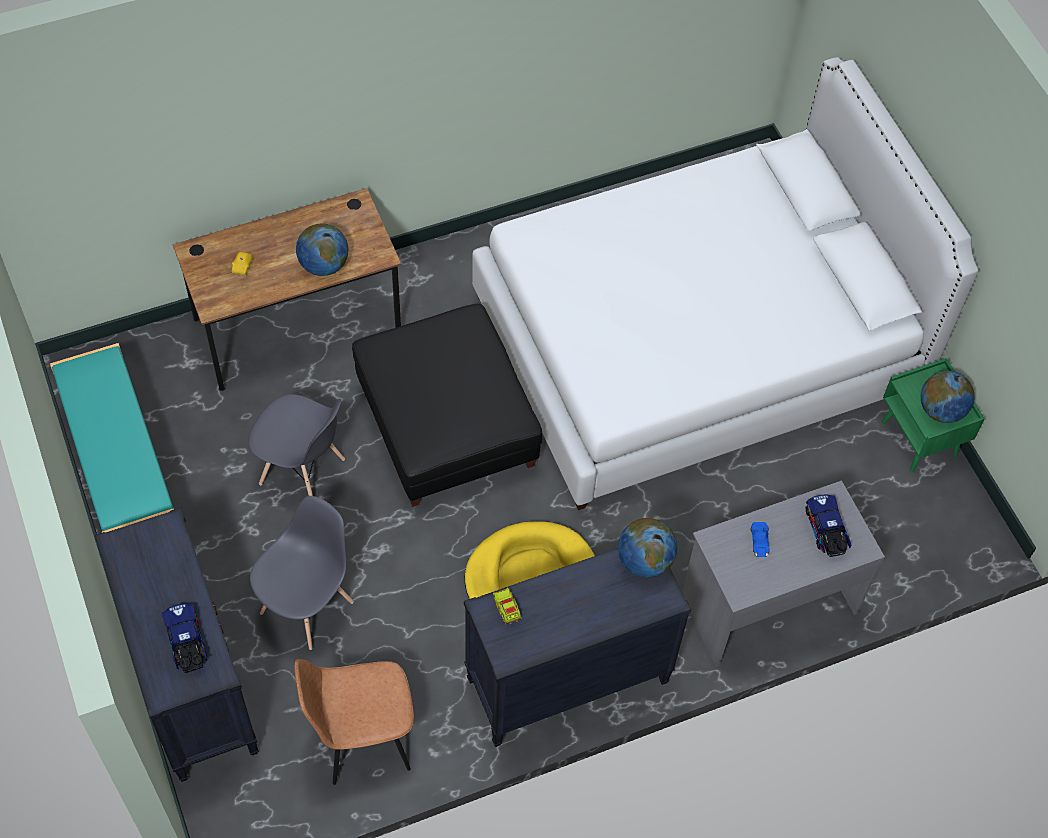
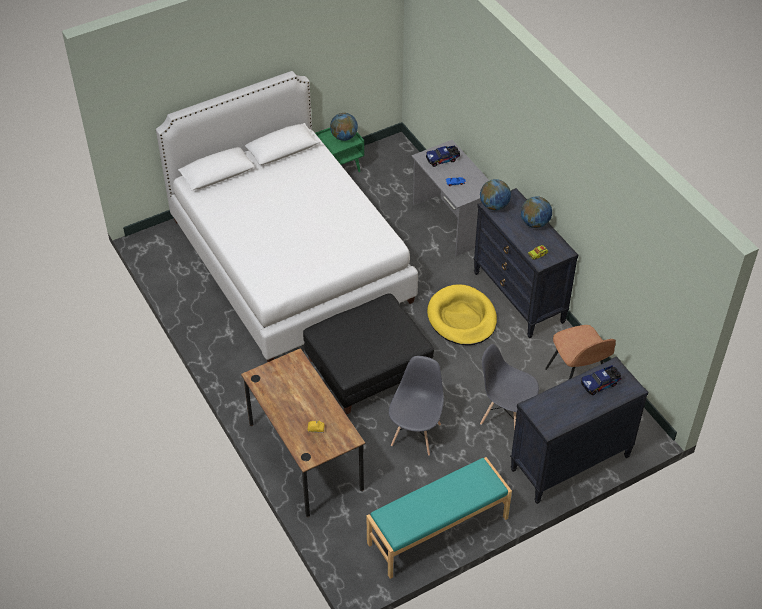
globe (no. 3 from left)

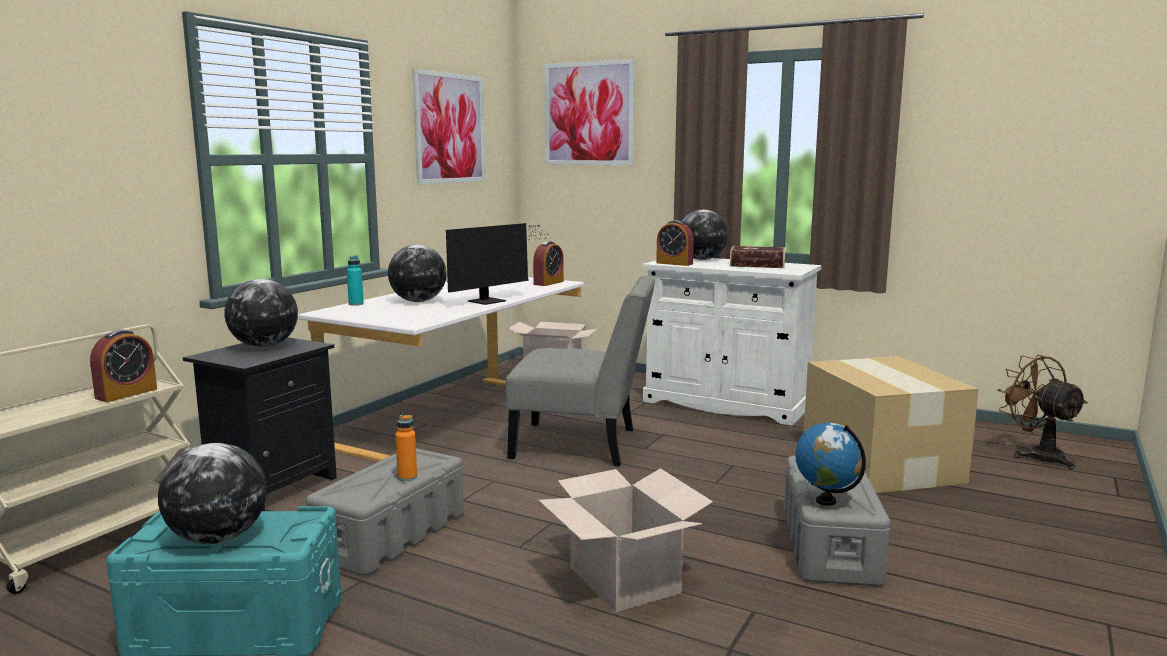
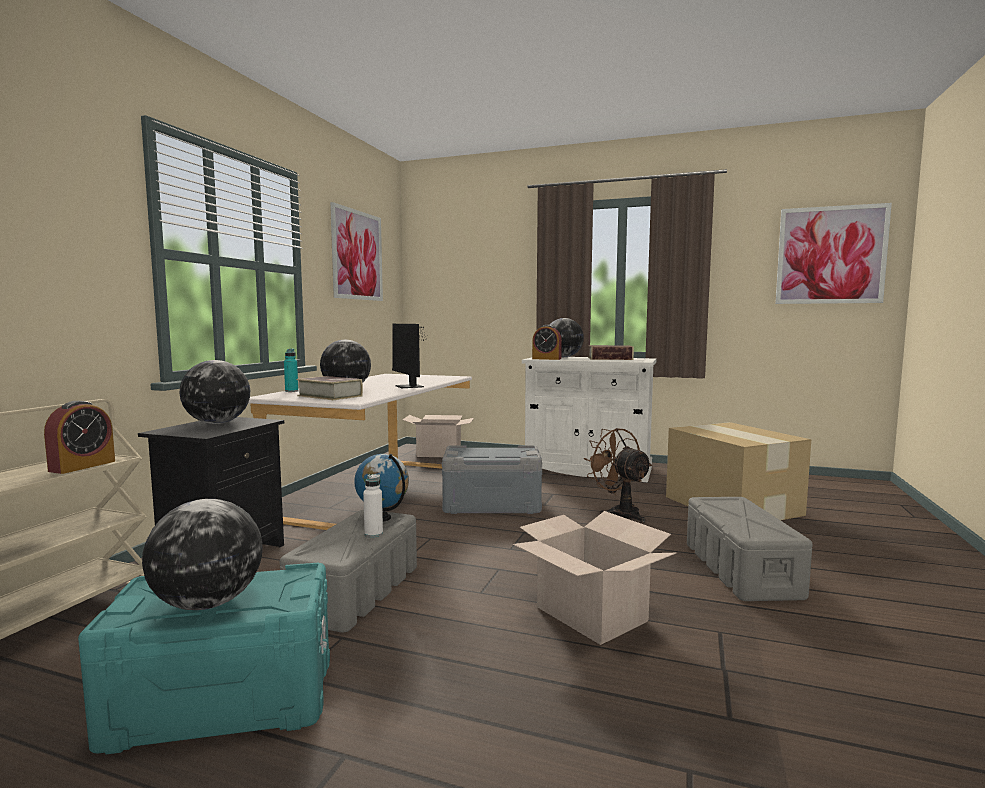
alarm clock (no. 2 from left in the first image); book (no. 1 from left); picture (no. 2 from left); globe (no. 4 from left); fan in brown; storage box in grey (no. 2 from left); bottle in white; monitor

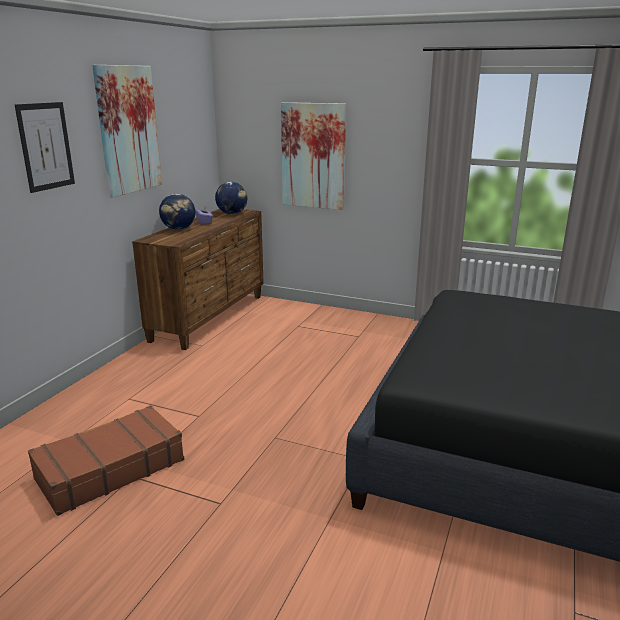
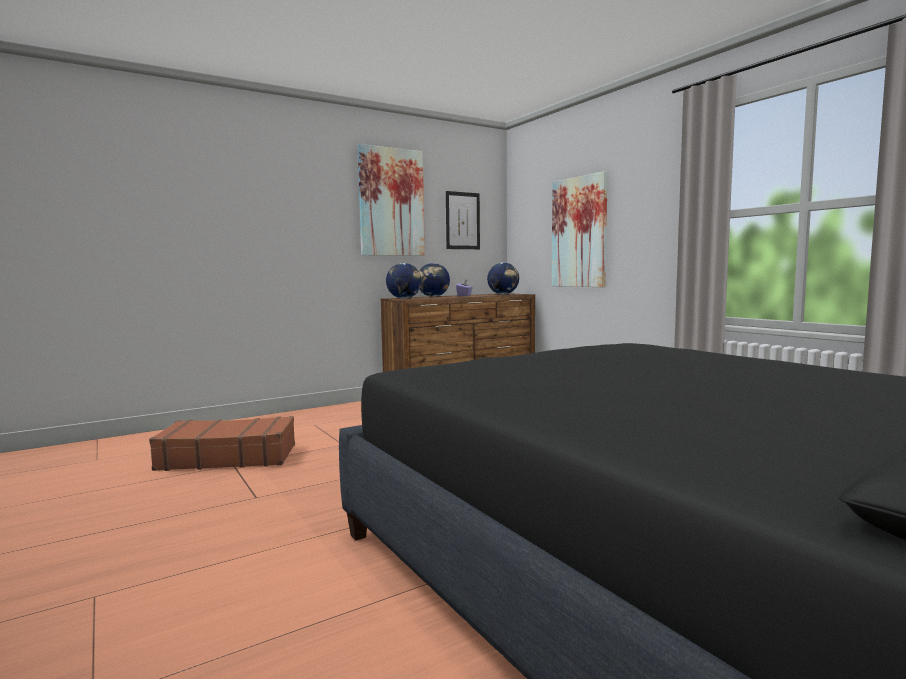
globe (no. 1 from left); picture (no. 2 from left)

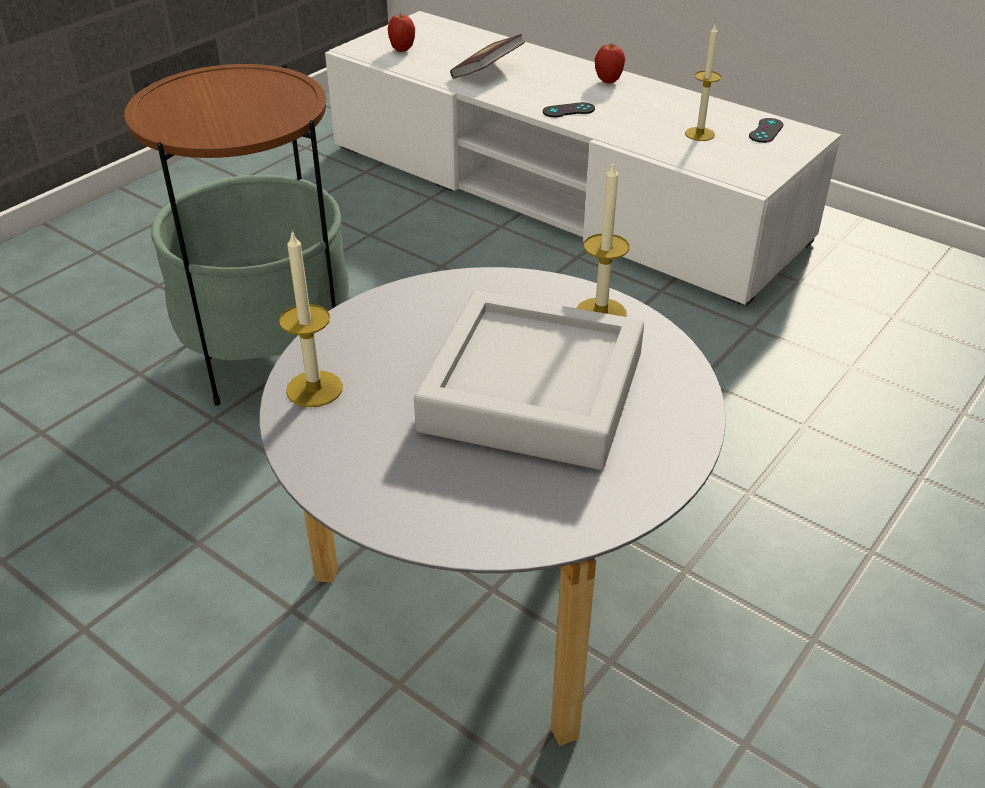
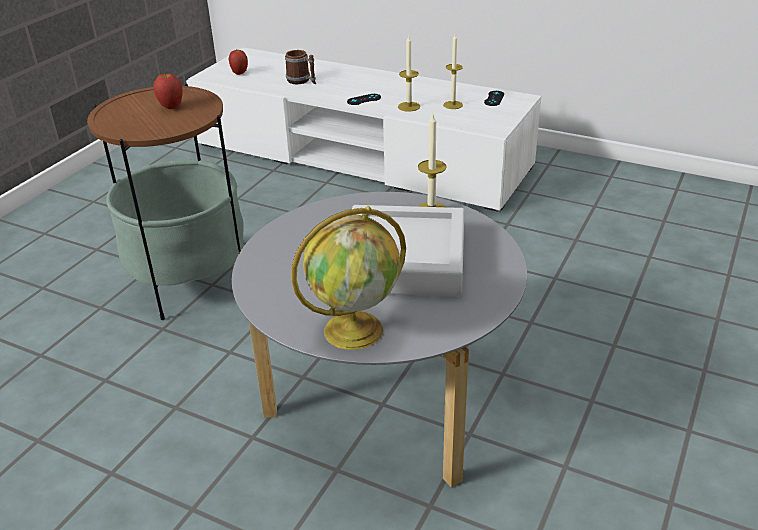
globe; candle (no. 1 from left); apple (no. 1 from left); mug

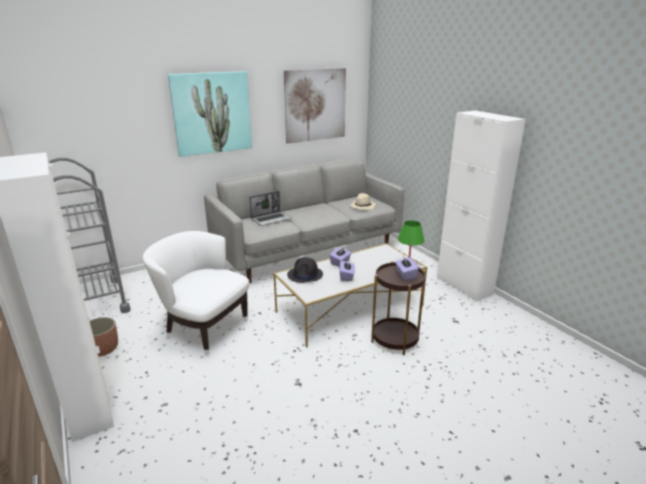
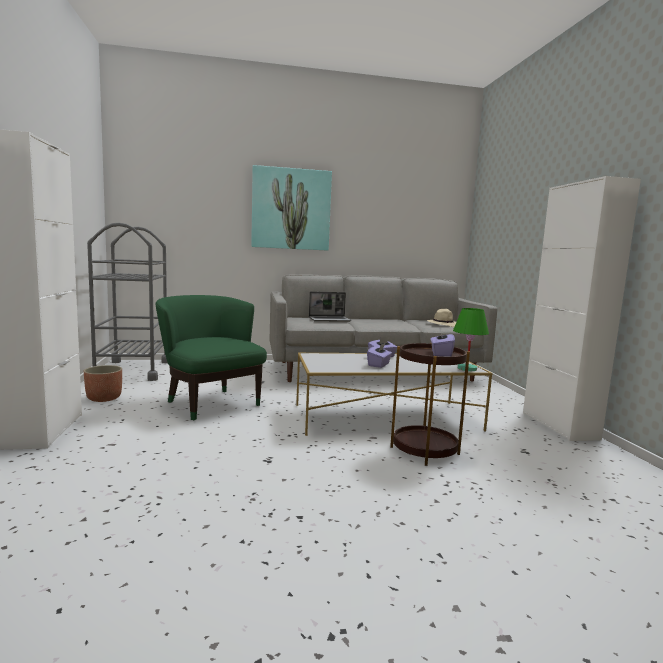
picture (no. 2 from left in the first image); hat in black; armchair in green

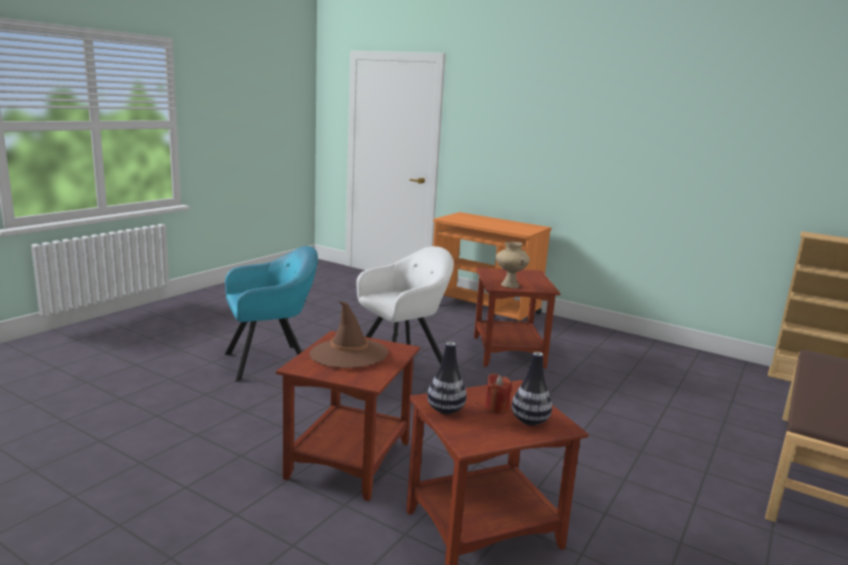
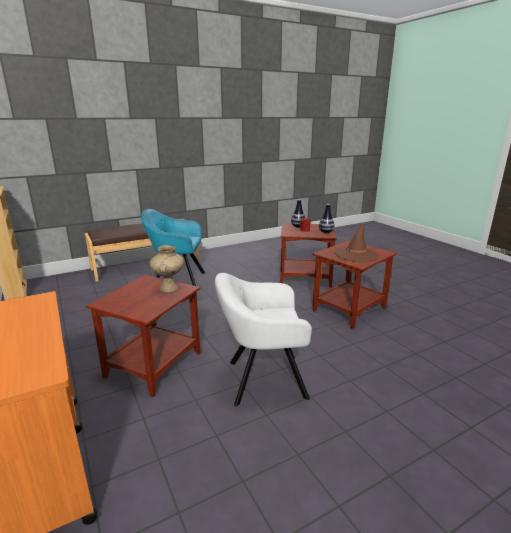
armchair in turquoise

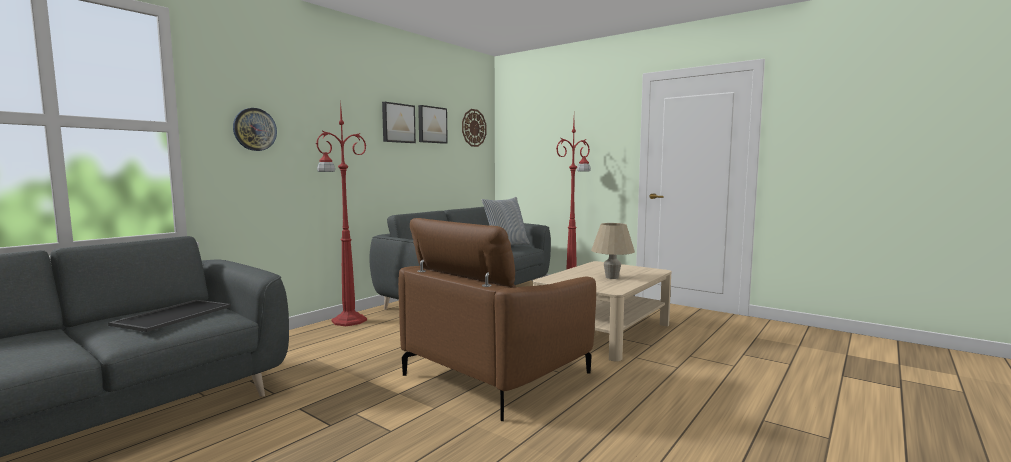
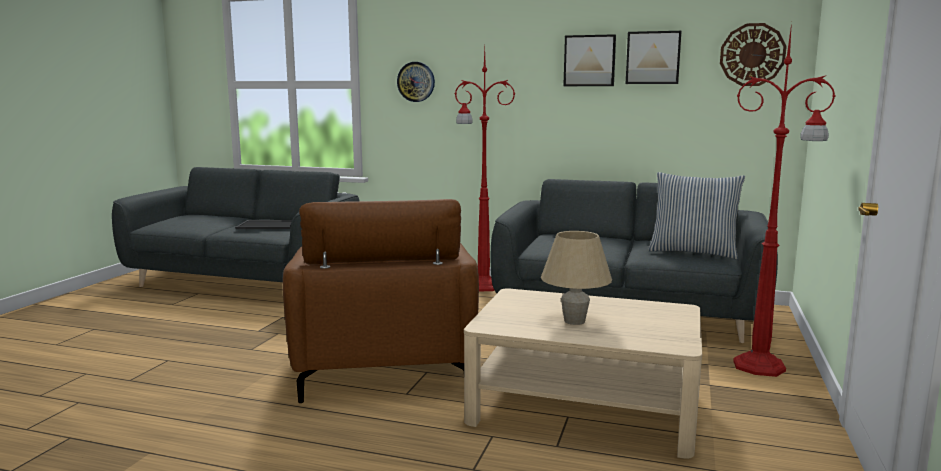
armchair in brown

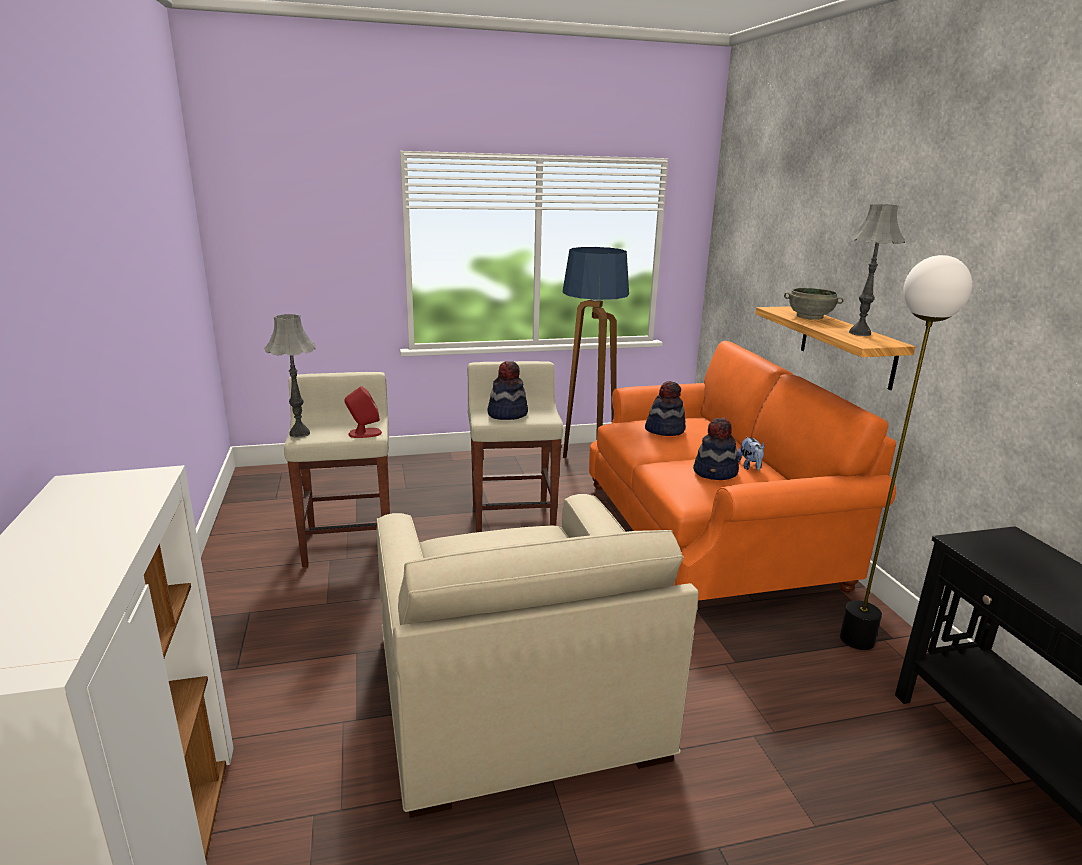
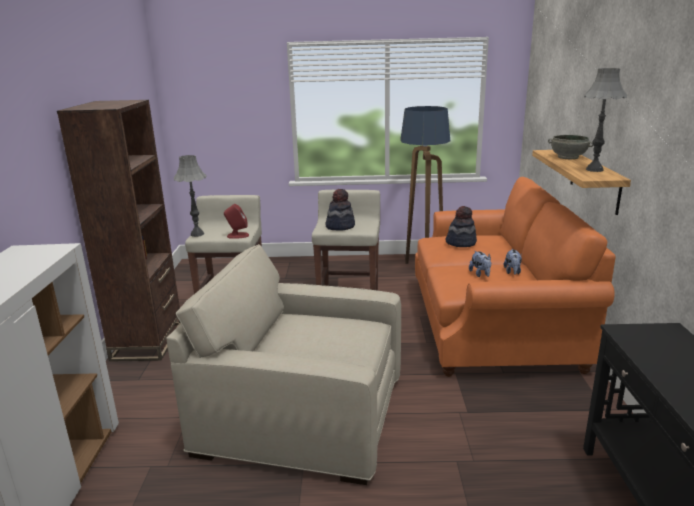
floor lamp (no. 2 from left in the first image); bookcase in brown; plush toy (no. 1 from left); armchair in beige

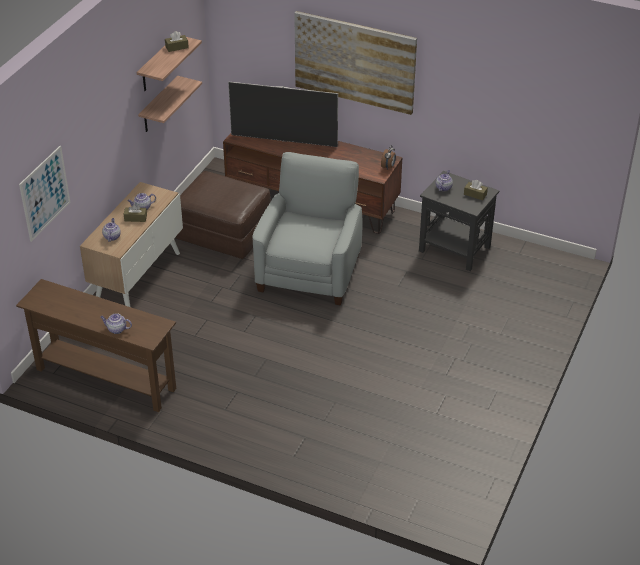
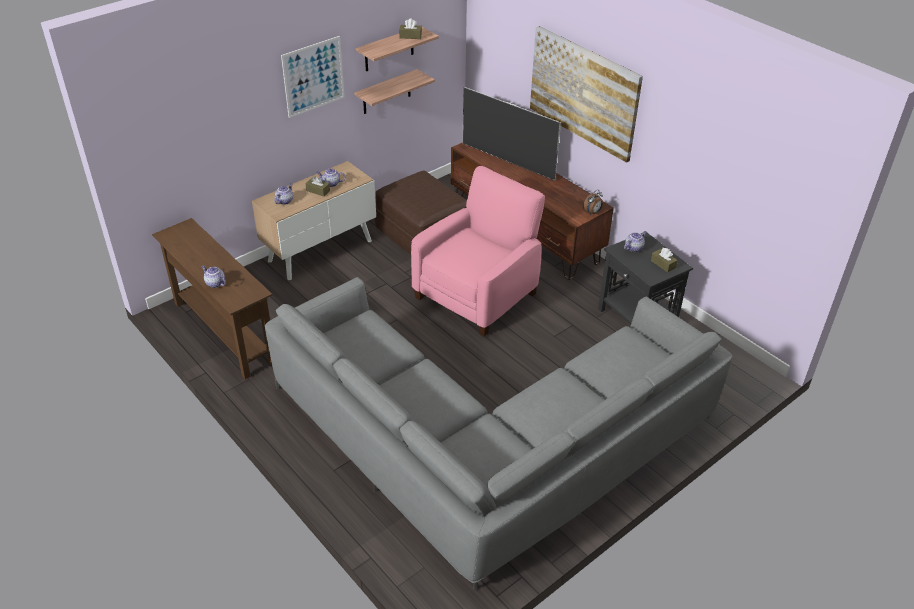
sofa in grey; picture (no. 1 from left); armchair in pink

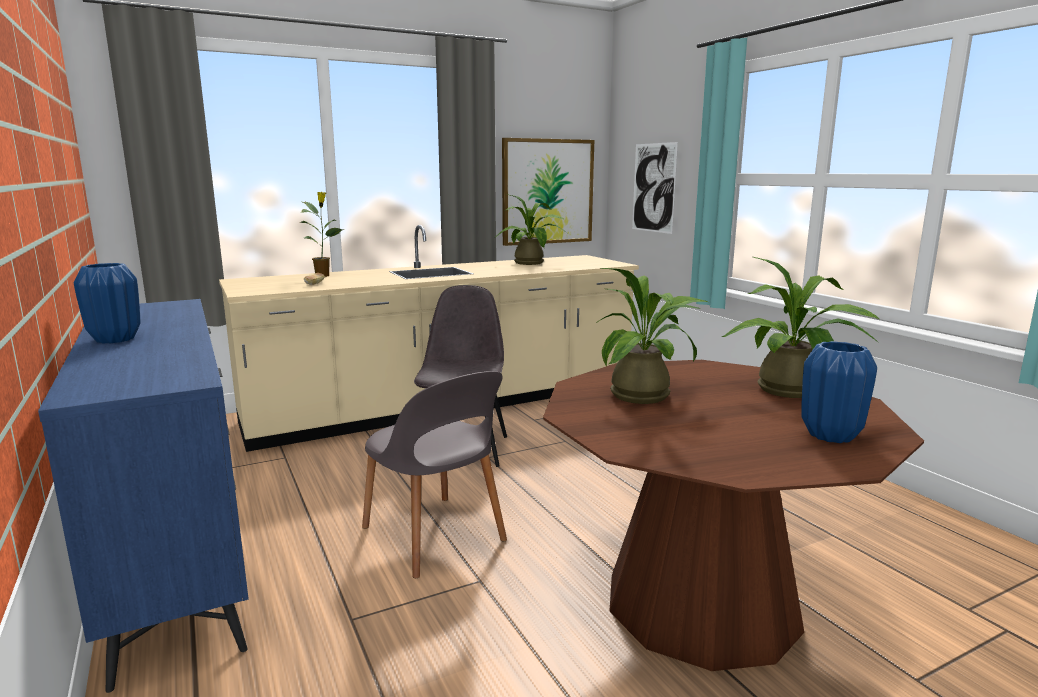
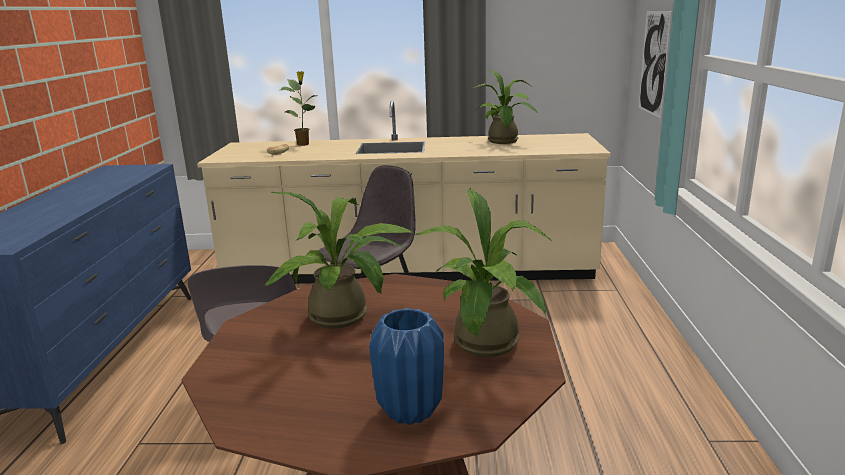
vase in blue (no. 1 from left in the first image); picture (no. 1 from left in the first image)

